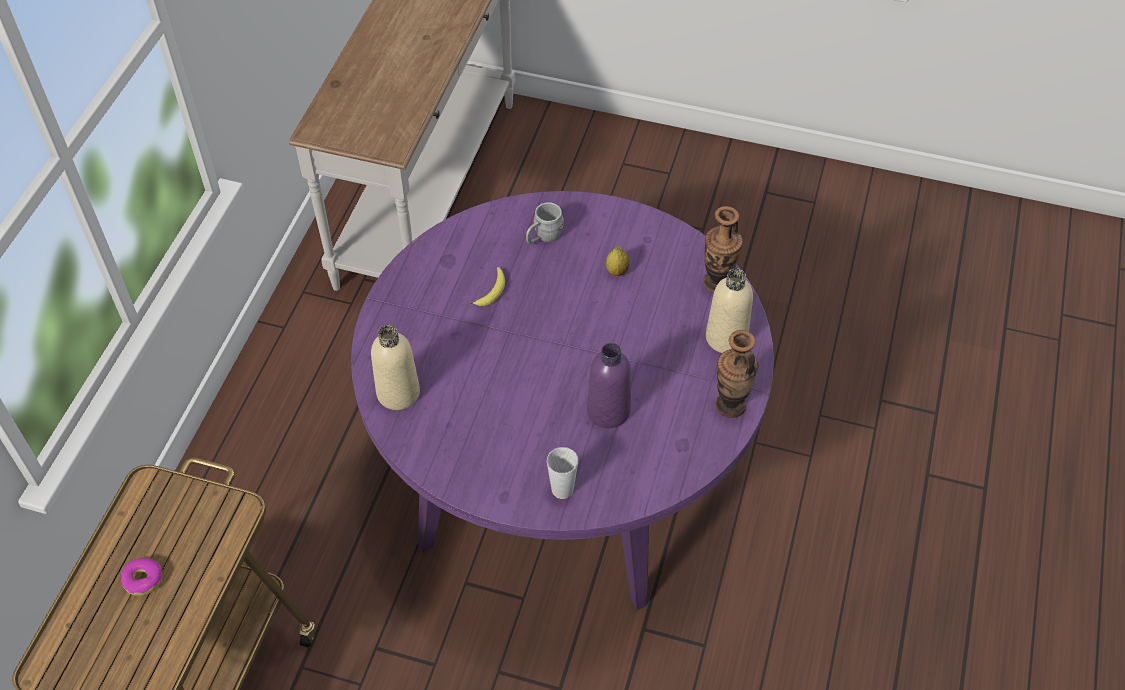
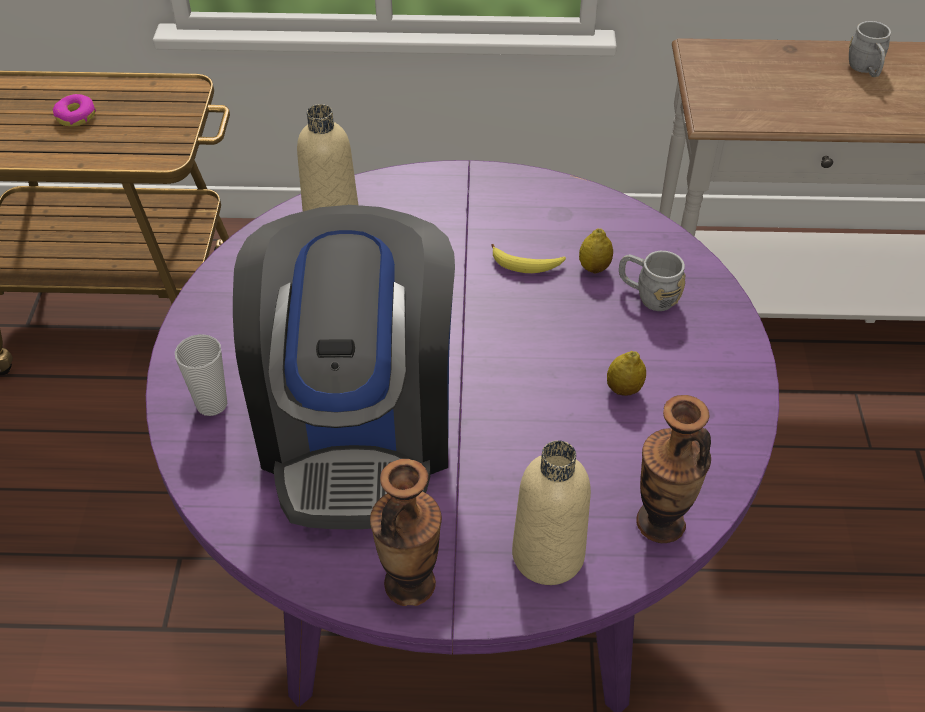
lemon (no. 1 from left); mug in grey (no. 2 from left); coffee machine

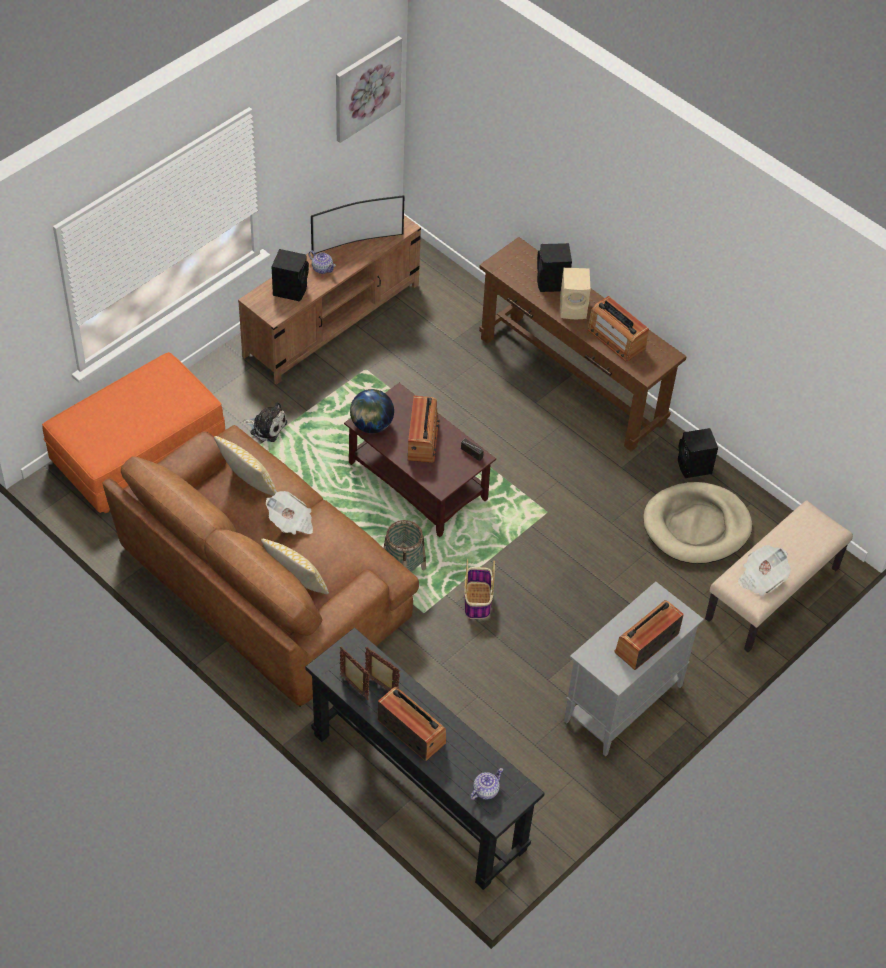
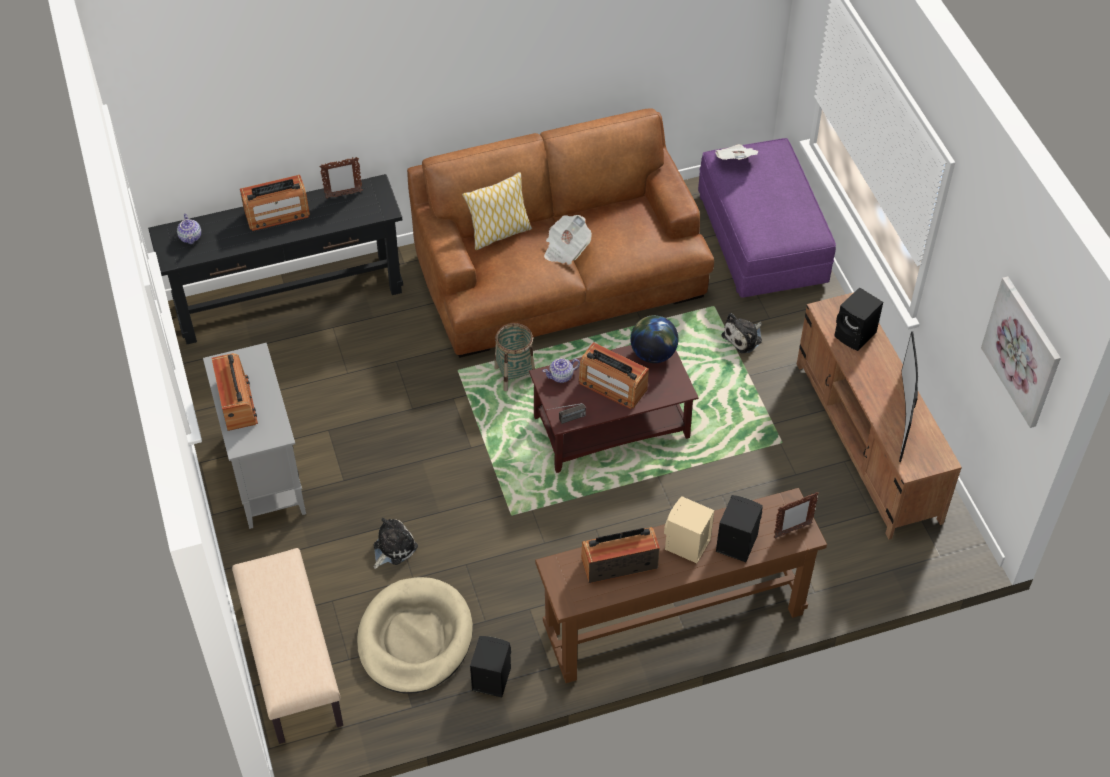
pillow (no. 1 from left in the first image); basket (no. 2 from left in the first image); plush toy (no. 1 from left); teapot (no. 2 from left); picture frame (no. 2 from left); newspaper (no. 2 from left); ottoman in purple

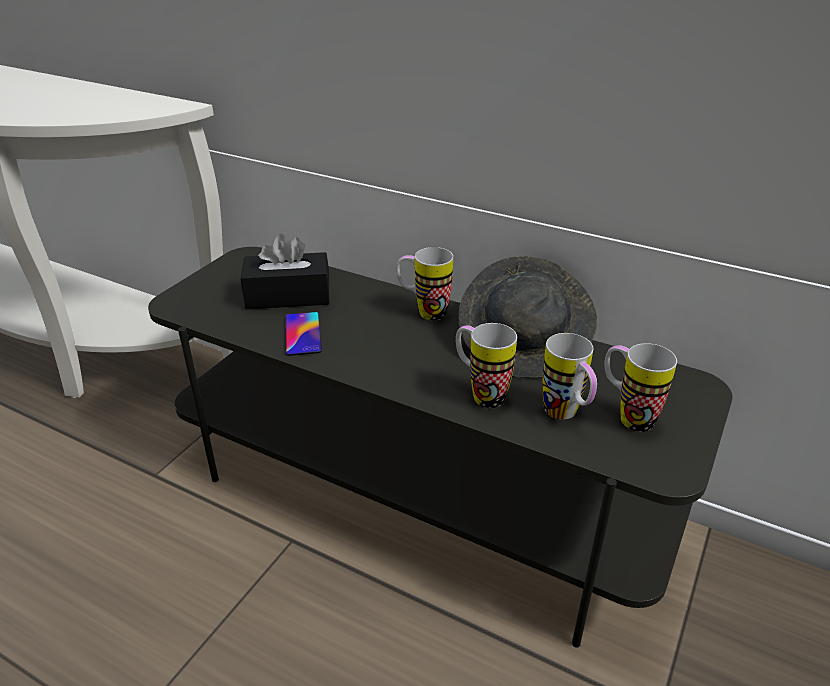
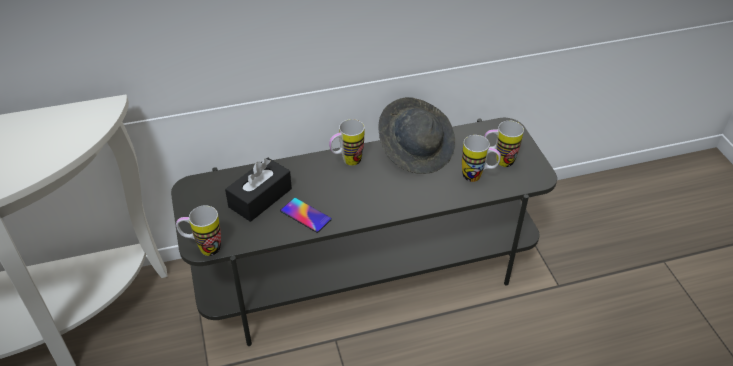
mug (no. 1 from left)

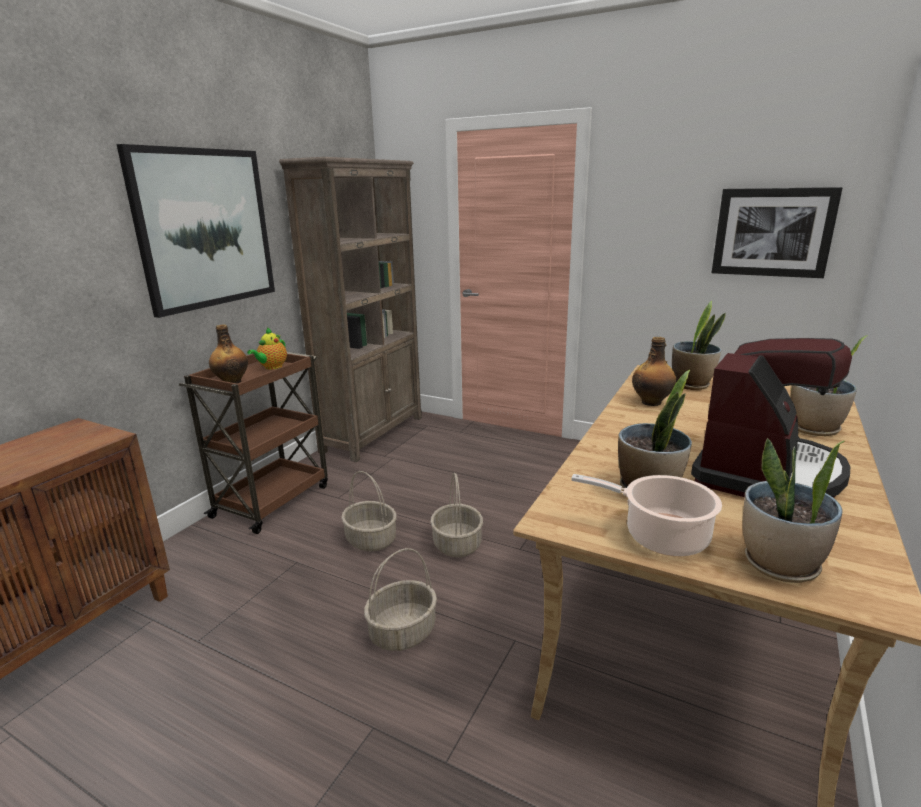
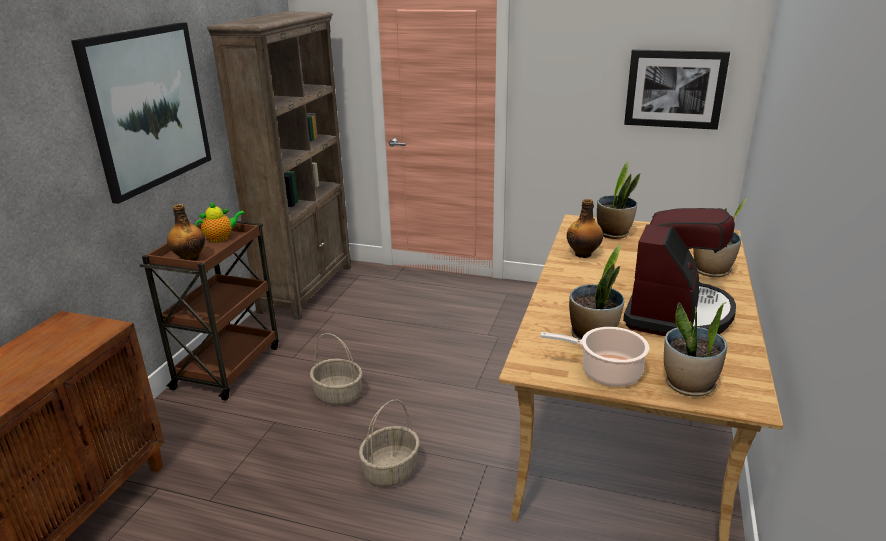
basket (no. 3 from left in the first image); teapot

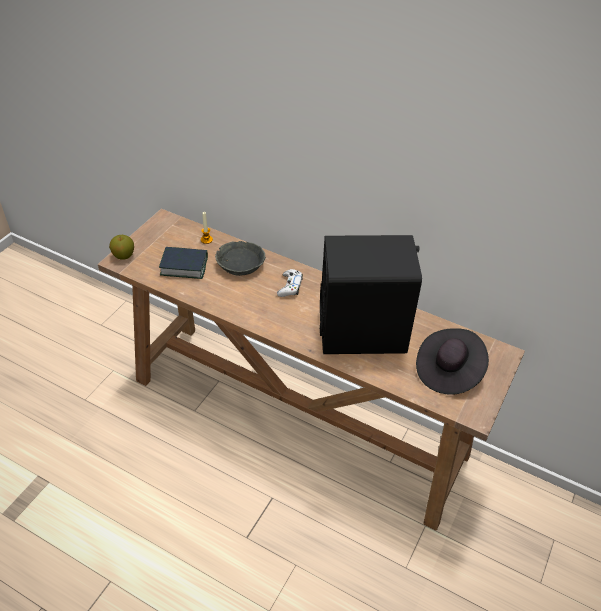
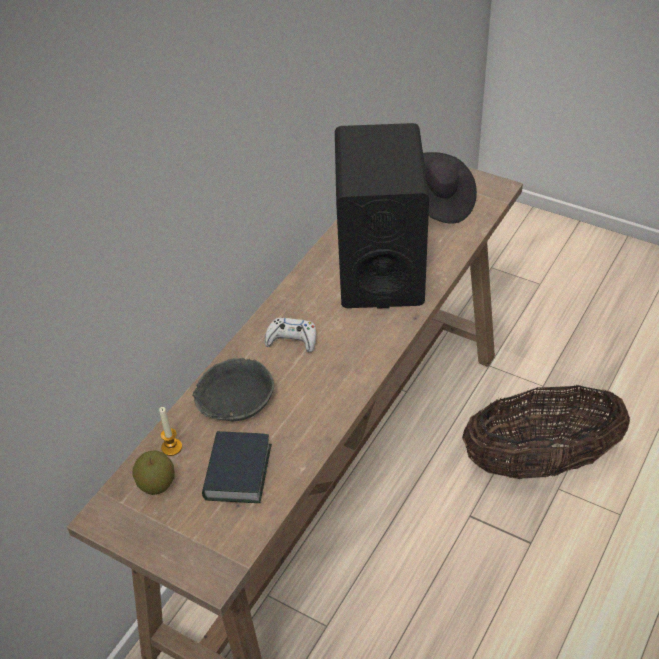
basket; apple

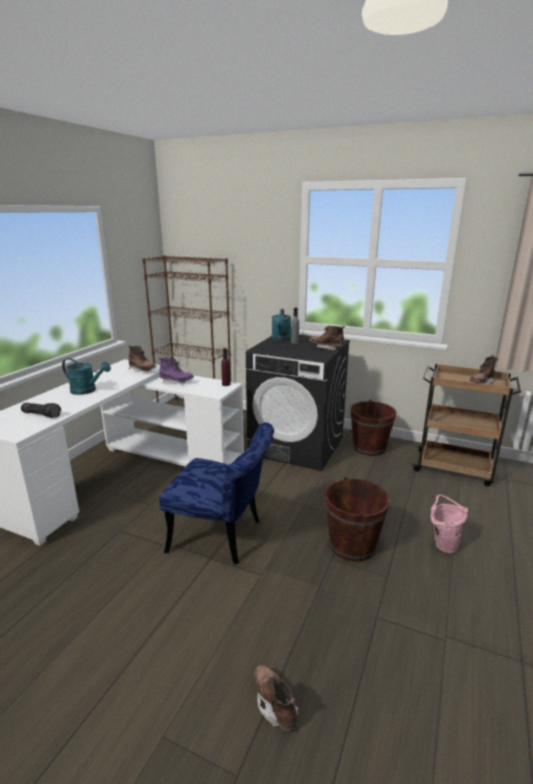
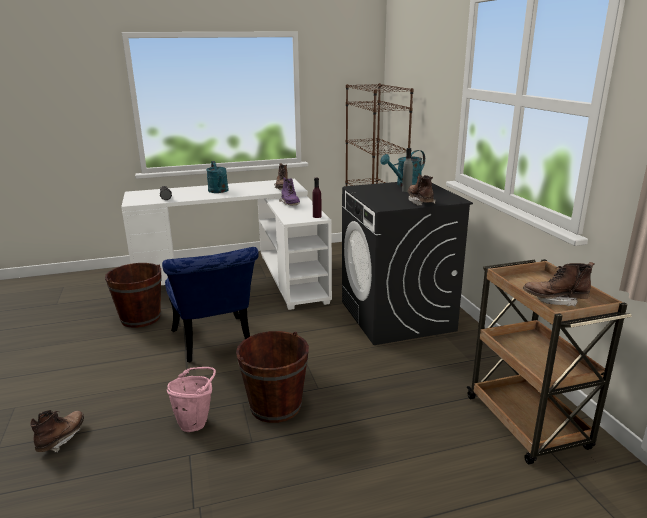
bucket in brown (no. 1 from left); bucket in pink

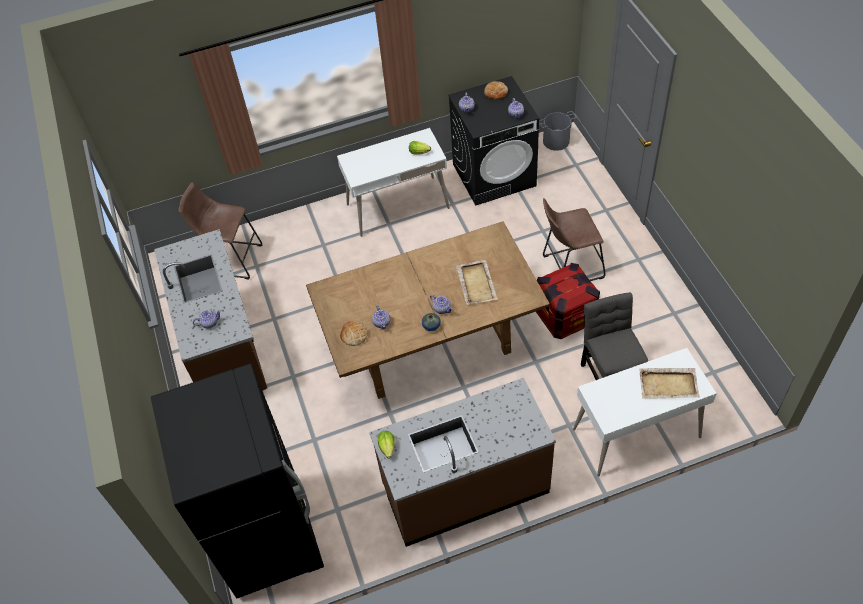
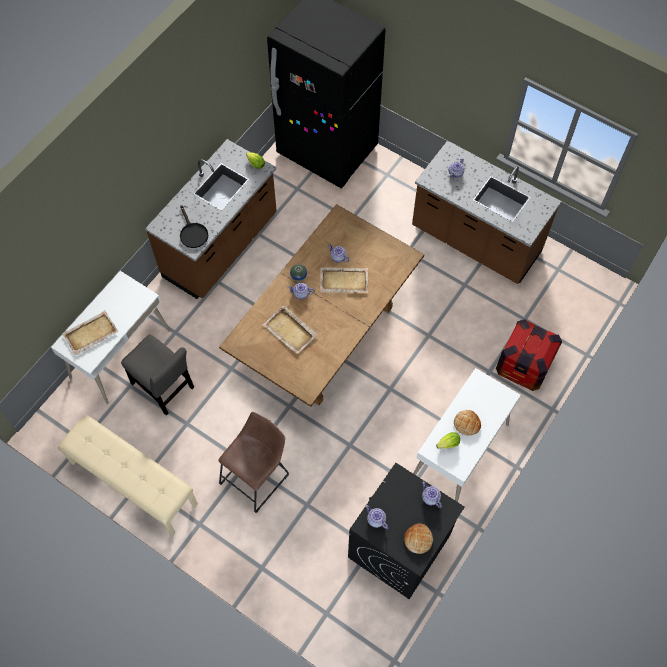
stool in brown (no. 1 from left in the first image); bucket in grey; bench in beige; frying pan in black; tray in beige (no. 3 from left); bread (no. 2 from left); crate

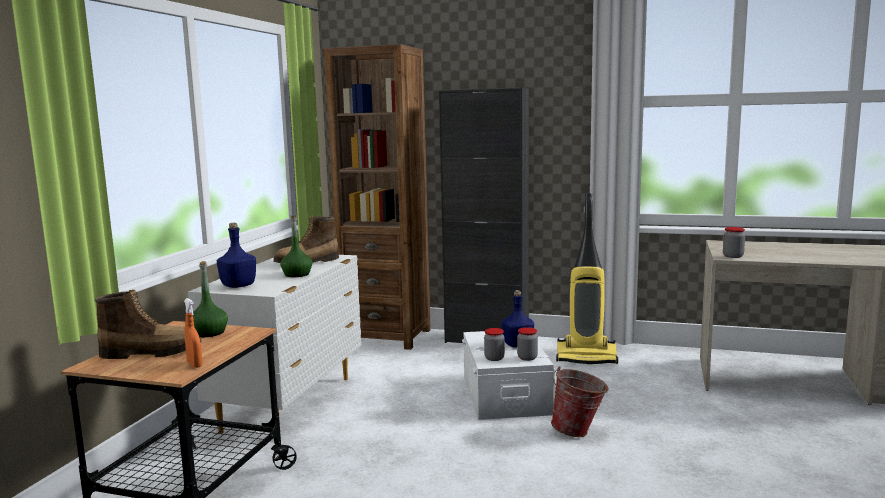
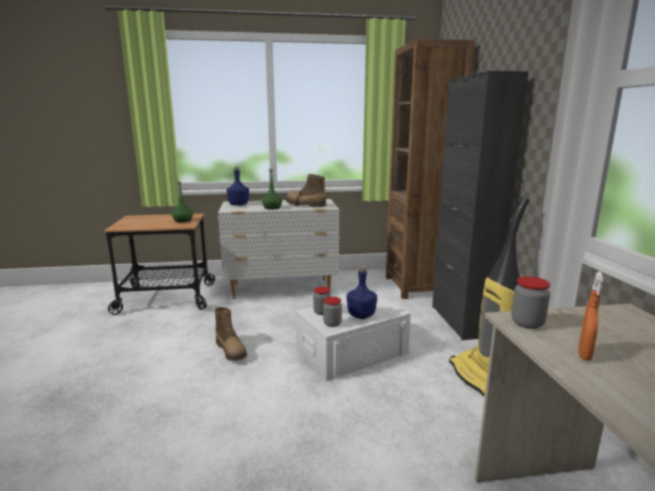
bucket; boot (no. 1 from left); spray bottle in orange

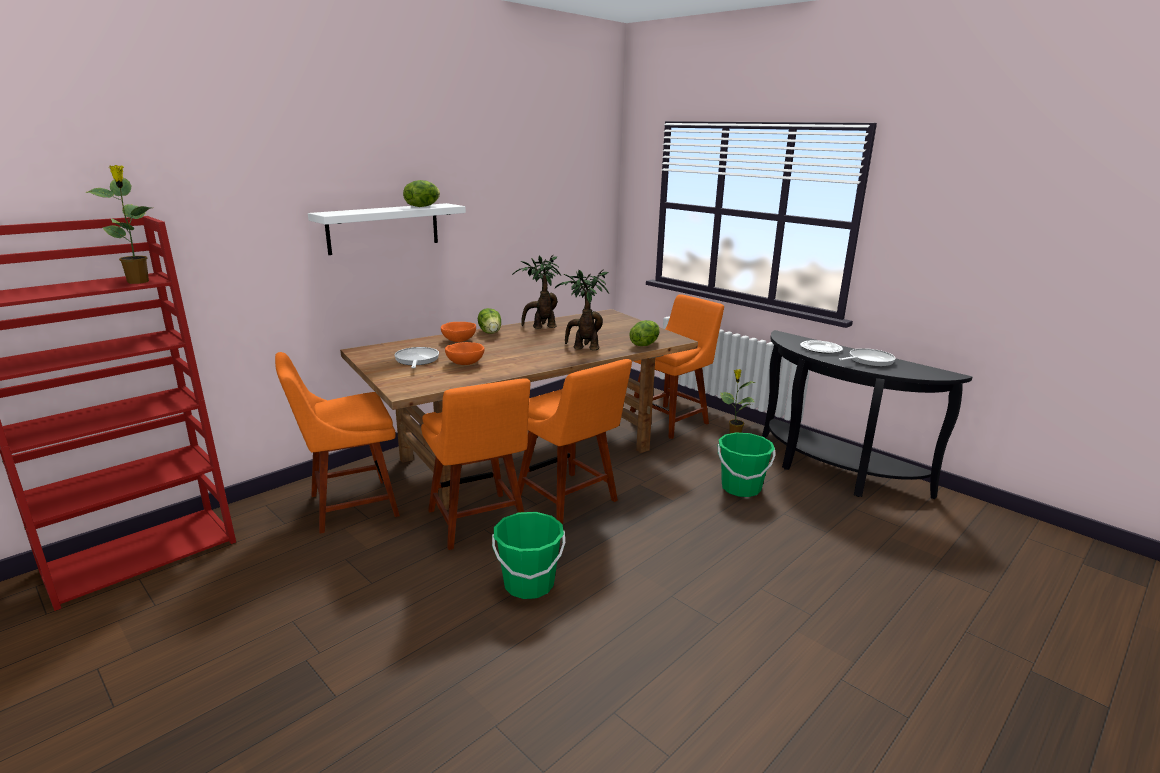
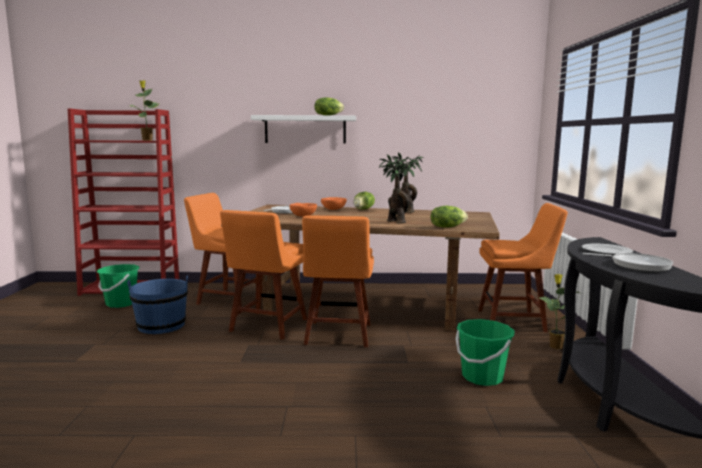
bucket in blue; bucket in green (no. 1 from left)

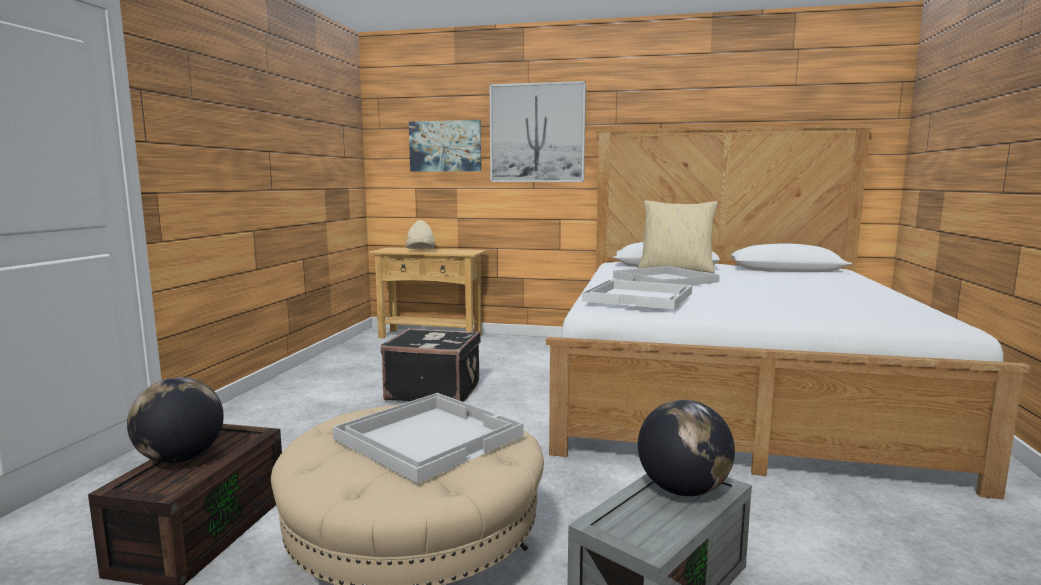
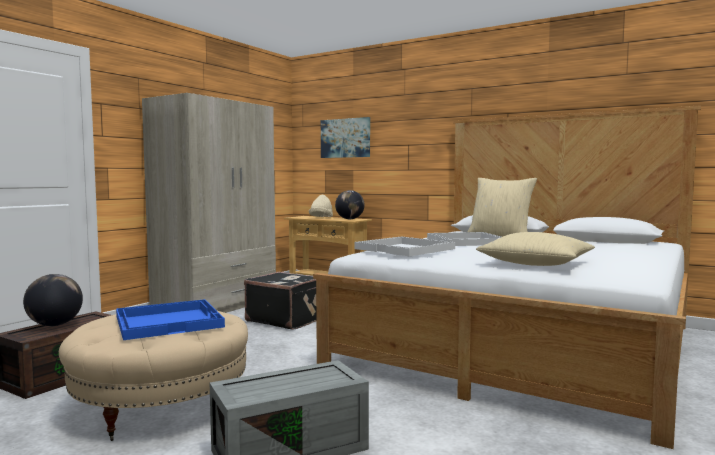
picture (no. 2 from left in the first image); wardrobe in beige; pillow in beige (no. 2 from left); globe (no. 2 from left); tray in blue

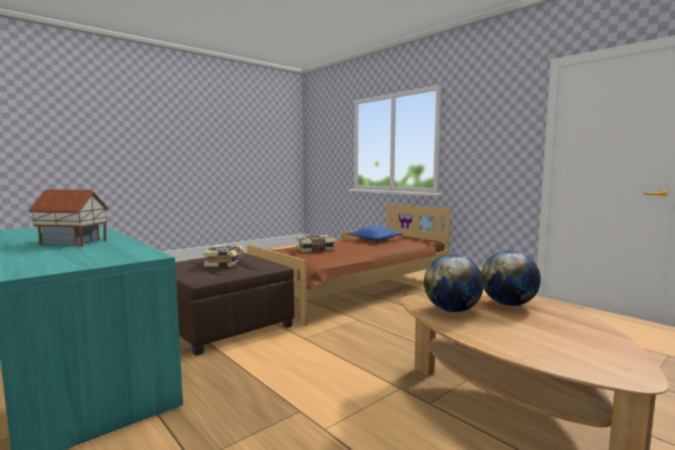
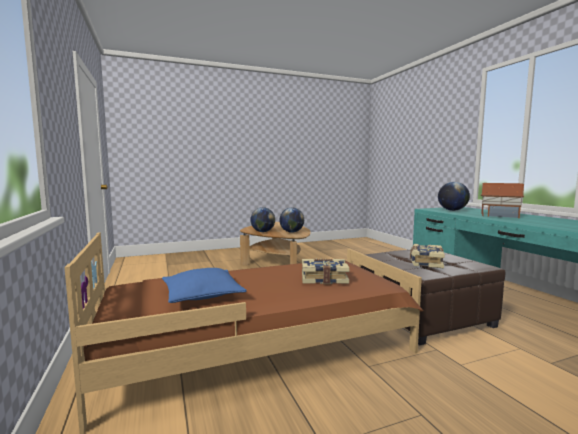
globe (no. 3 from left)

